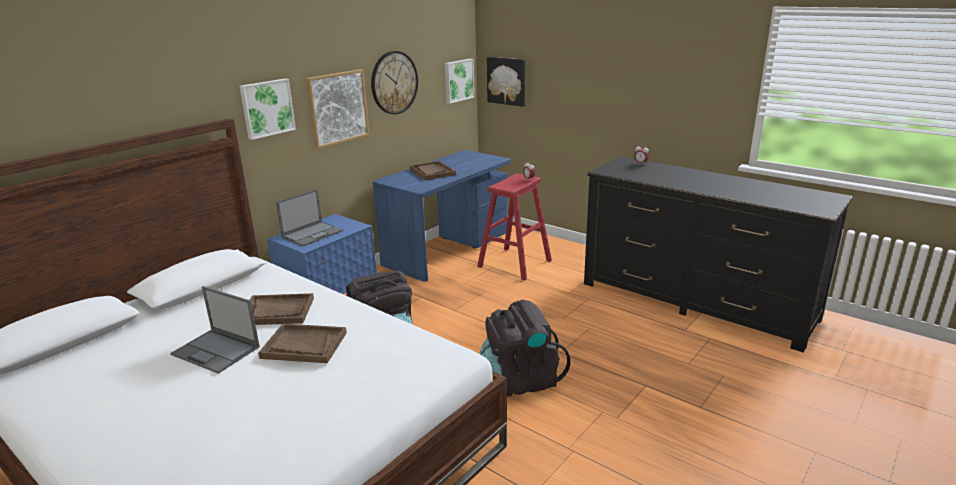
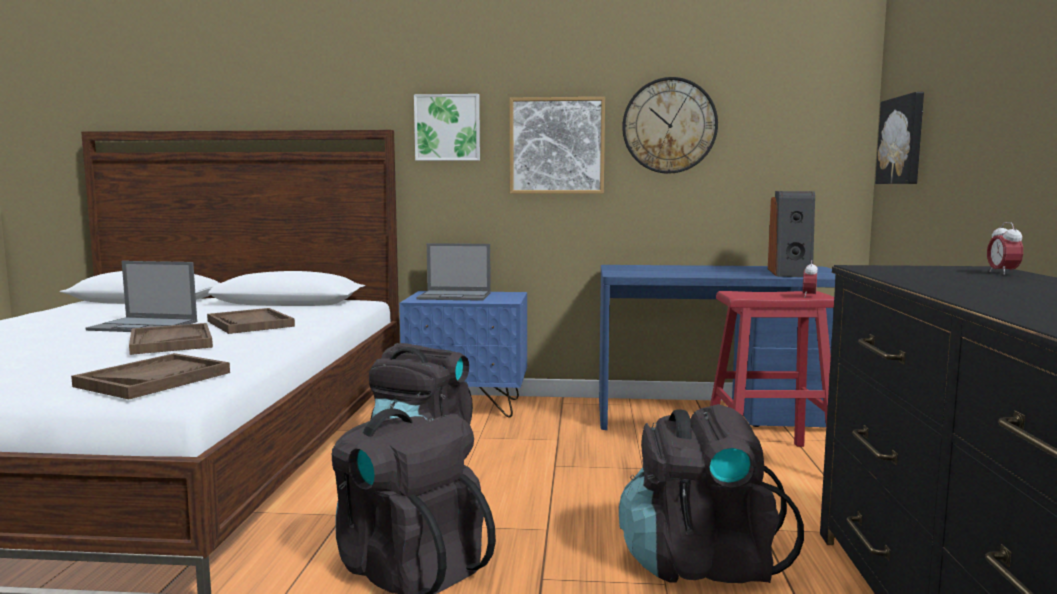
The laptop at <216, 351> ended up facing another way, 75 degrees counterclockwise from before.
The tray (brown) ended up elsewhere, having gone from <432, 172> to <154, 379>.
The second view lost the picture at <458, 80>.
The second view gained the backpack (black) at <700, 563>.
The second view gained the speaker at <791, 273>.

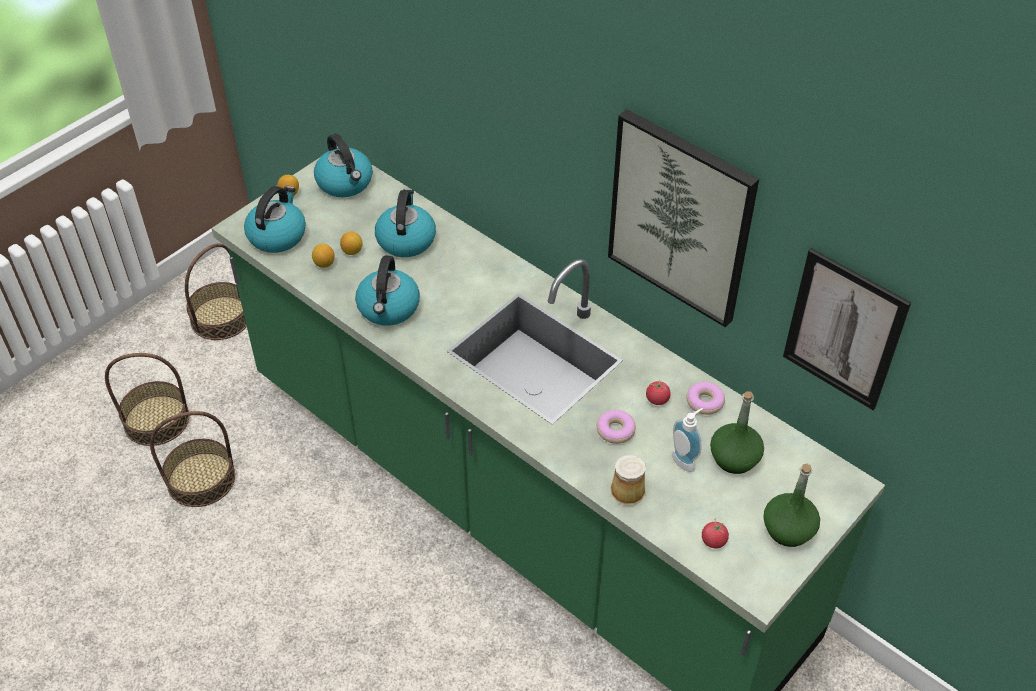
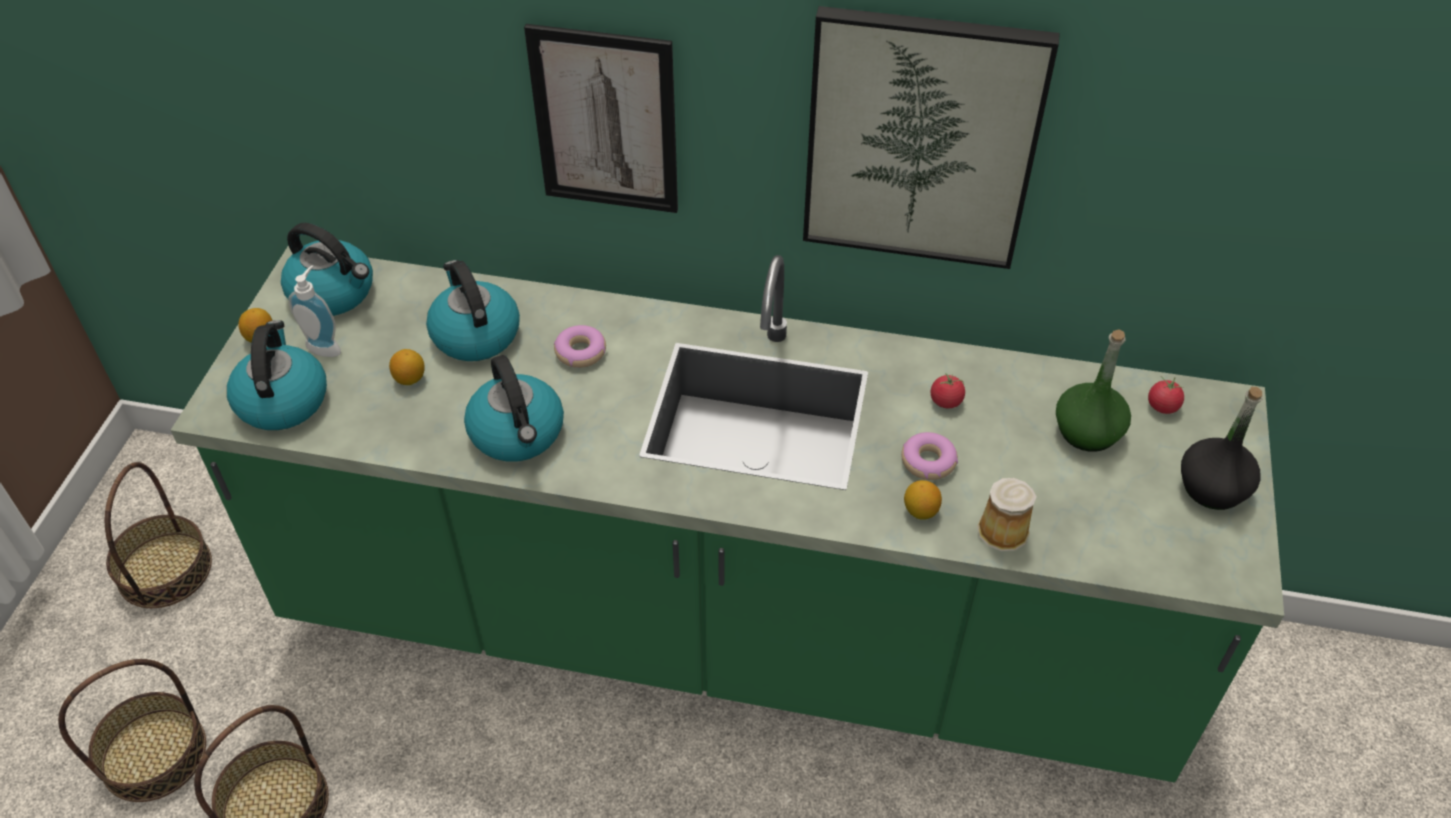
The lemon ended up elsewhere, having gone from <324, 264> to <920, 511>.
The soap dispenser ended up elsewhere, having gone from <686, 460> to <326, 345>.
The donut ended up elsewhere, having gone from <705, 402> to <580, 352>.
The tomato ended up elsewhere, having gone from <713, 541> to <1162, 406>.
What was the bottle (green) at <788, 529> turned into the bottle (black) at <1213, 488>.
The picture ended up elsewhere, having gone from <844, 330> to <605, 121>.

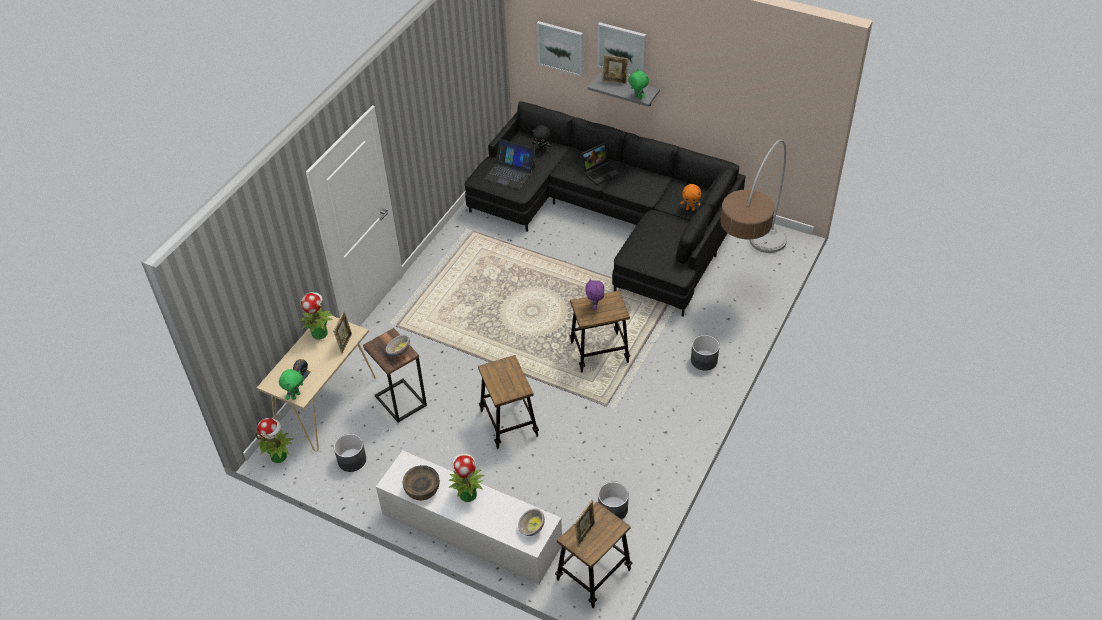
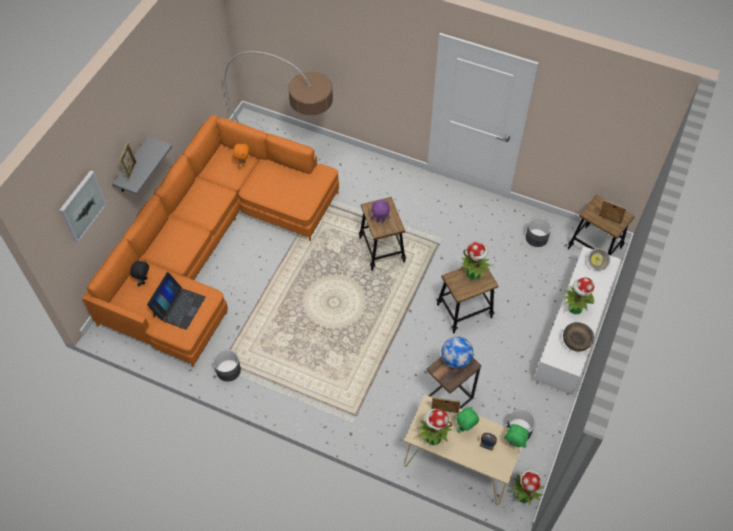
Where the bowl stood at <398, 351>, the globe came to stand at <456, 359>.
What was the sofa (black) at <611, 219> turned into the sofa (orange) at <213, 245>.
The second view lost the laptop at <600, 172>.
The second view lost the picture at <622, 50>.
The plush toy (green) ended up elsewhere, having gone from <637, 97> to <465, 428>.
The planter (grey) ended up elsewhere, having gone from <704, 360> to <228, 370>.
The second view gained the potted plant at <474, 274>.

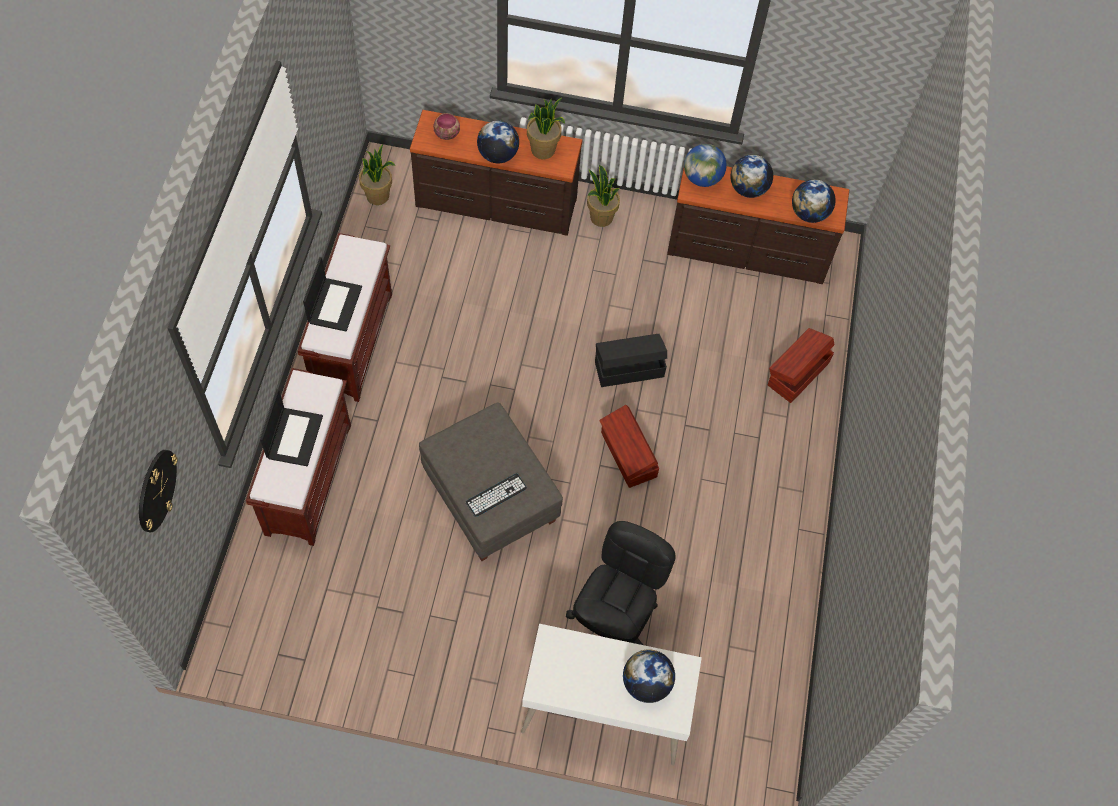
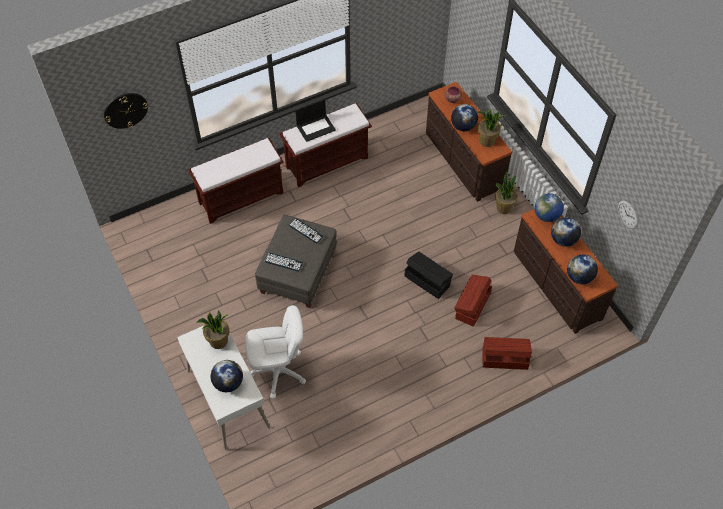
The second view lost the laptop at <294, 436>.
The potted plant ended up elsewhere, having gone from <378, 196> to <218, 341>.
What was the office chair (black) at <613, 623> turned into the office chair (white) at <278, 371>.
The storage box (brown) ended up elsewhere, having gone from <628, 455> to <472, 306>.
The second view gained the keyboard at <306, 231>.
The second view gained the wall clock at <628, 214>.

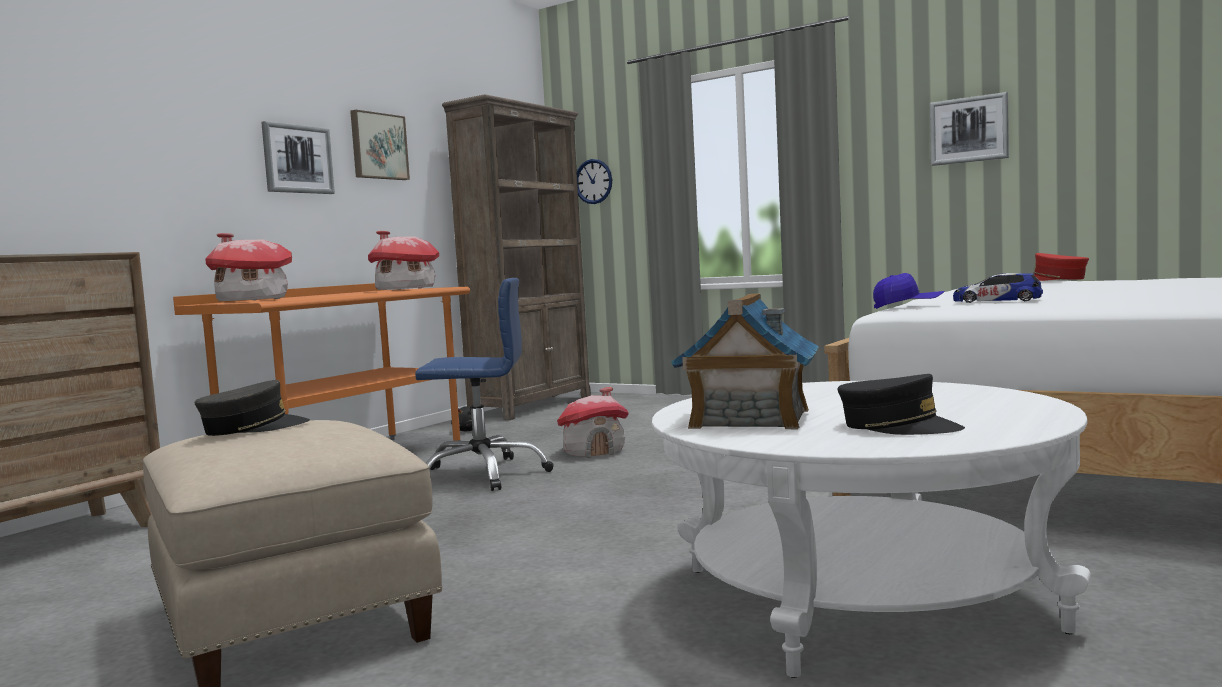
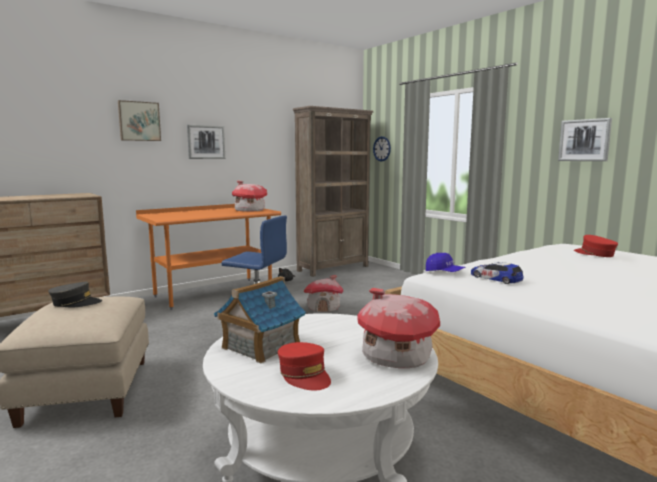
The toy house ended up elsewhere, having gone from <251, 301> to <394, 357>.
The picture ended up elsewhere, having gone from <378, 146> to <139, 121>.
What was the cap (black) at <898, 427> turned into the cap (red) at <304, 375>.

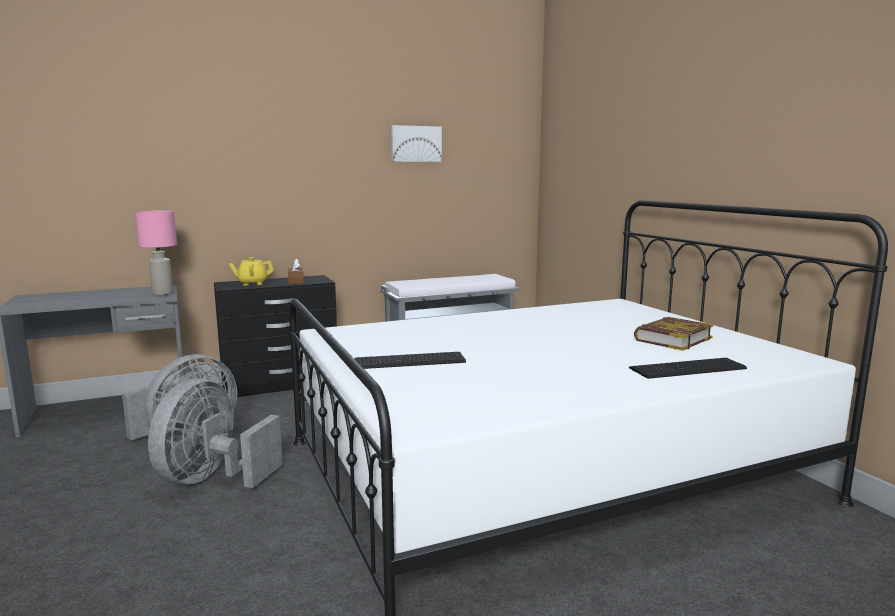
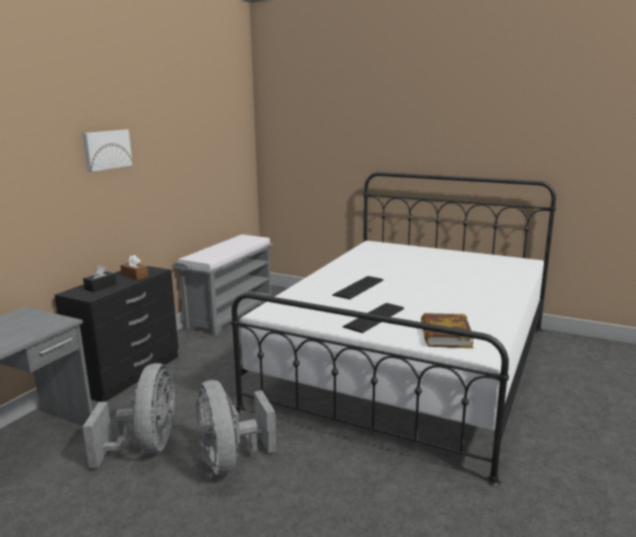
The second view lost the table lamp (pink) at <162, 293>.
Where the teapot (yellow) stood at <252, 283>, the tissue box (black) came to stand at <100, 287>.
The picture ended up elsewhere, having gone from <415, 144> to <106, 149>.
The keyboard ended up elsewhere, having gone from <690, 369> to <360, 287>.
The book ended up elsewhere, having gone from <672, 339> to <445, 335>.

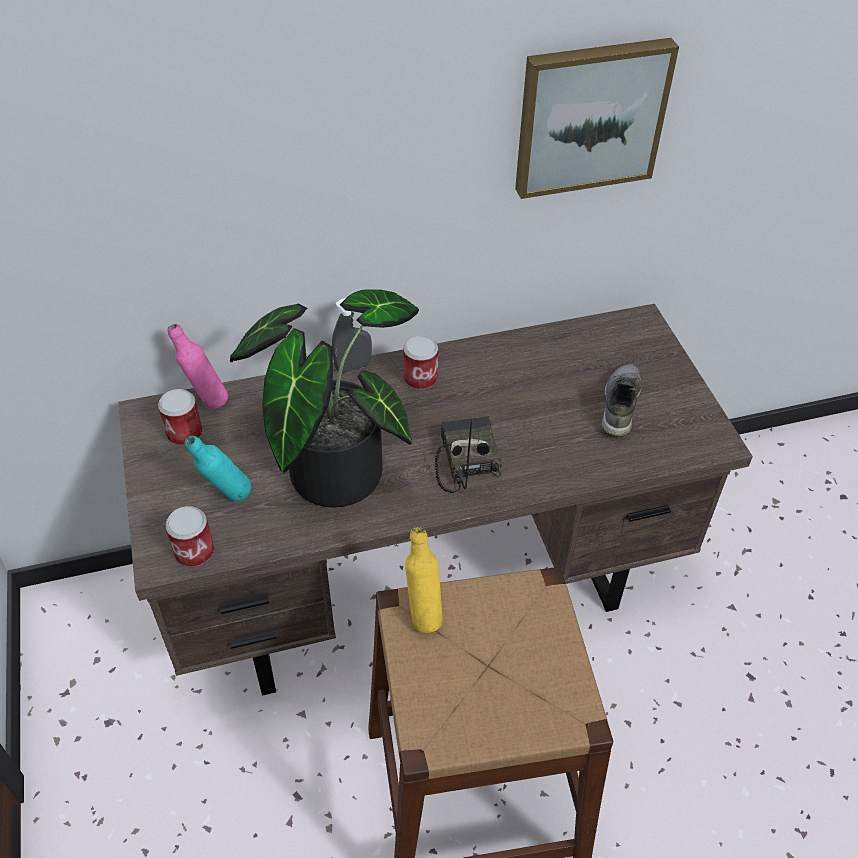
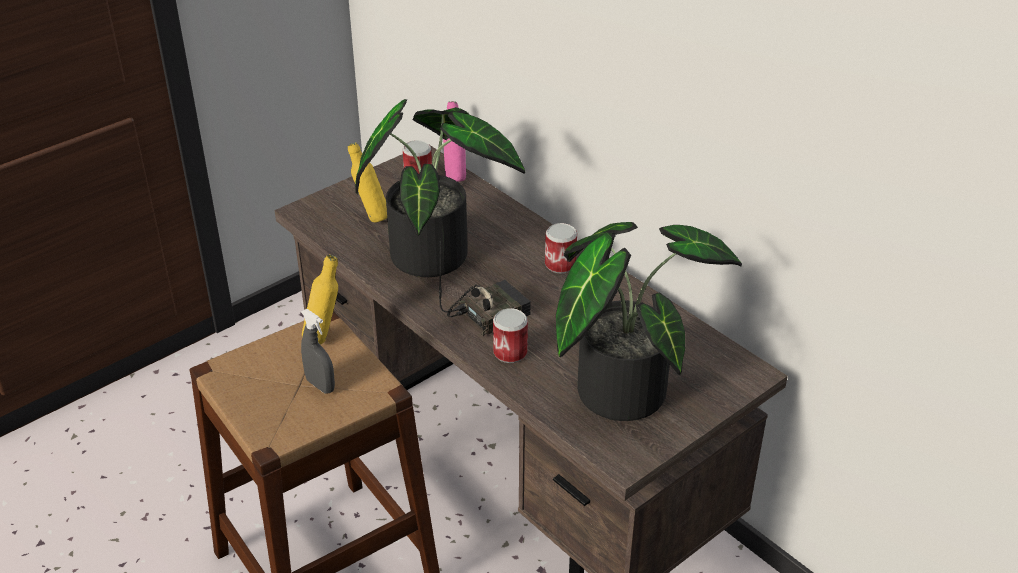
The can ended up elsewhere, having gone from <194, 551> to <510, 352>.
What was the bottle (turquoise) at <227, 499> turned into the bottle (yellow) at <371, 217>.
The spray bottle (grey) ended up elsewhere, having gone from <353, 367> to <320, 385>.
The second view lost the picture at <589, 116>.
Where the shoe (grey) stood at <619, 405>, the potted plant came to stand at <622, 384>.

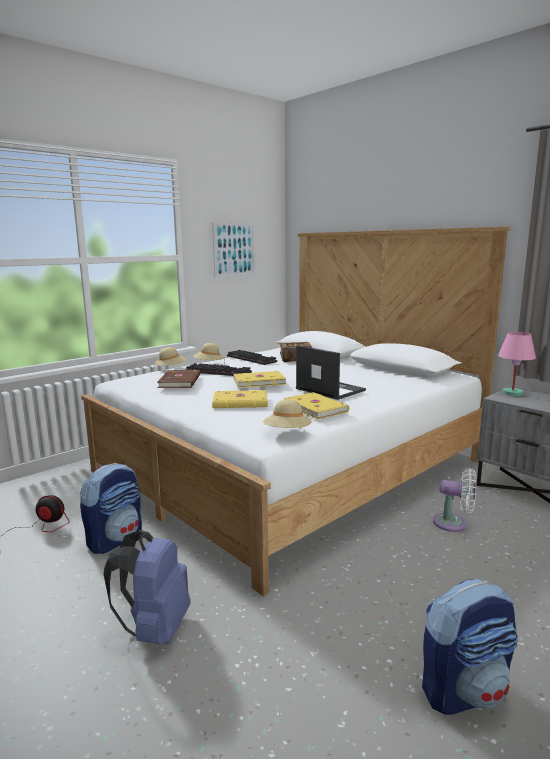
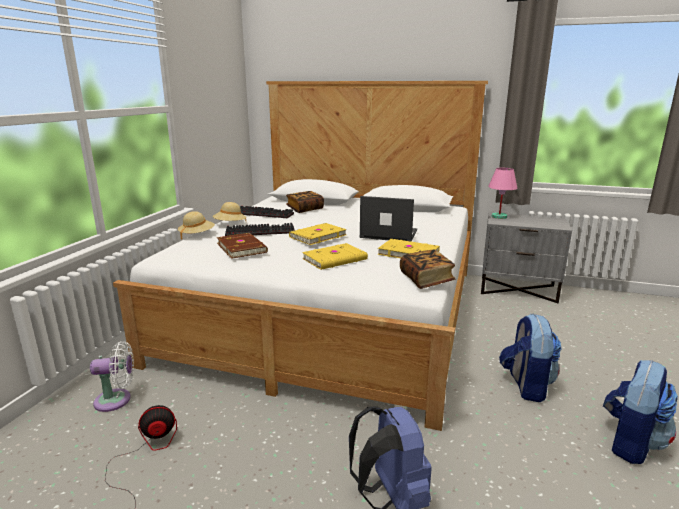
The backpack ended up elsewhere, having gone from <115, 539> to <526, 385>.
The second view lost the picture at <234, 249>.
Where the hat (beige) stood at <287, 433>, the book came to stand at <426, 280>.
The fan (white) ended up elsewhere, having gone from <454, 523> to <116, 400>.

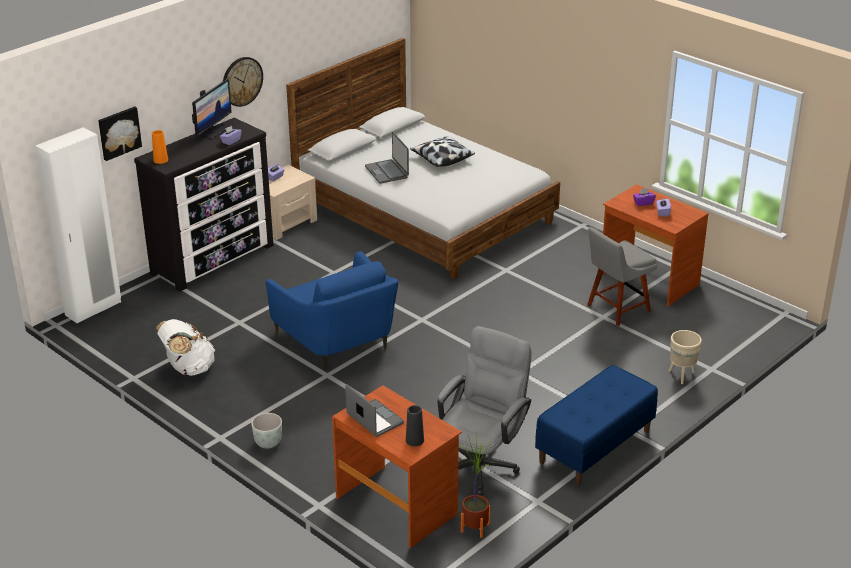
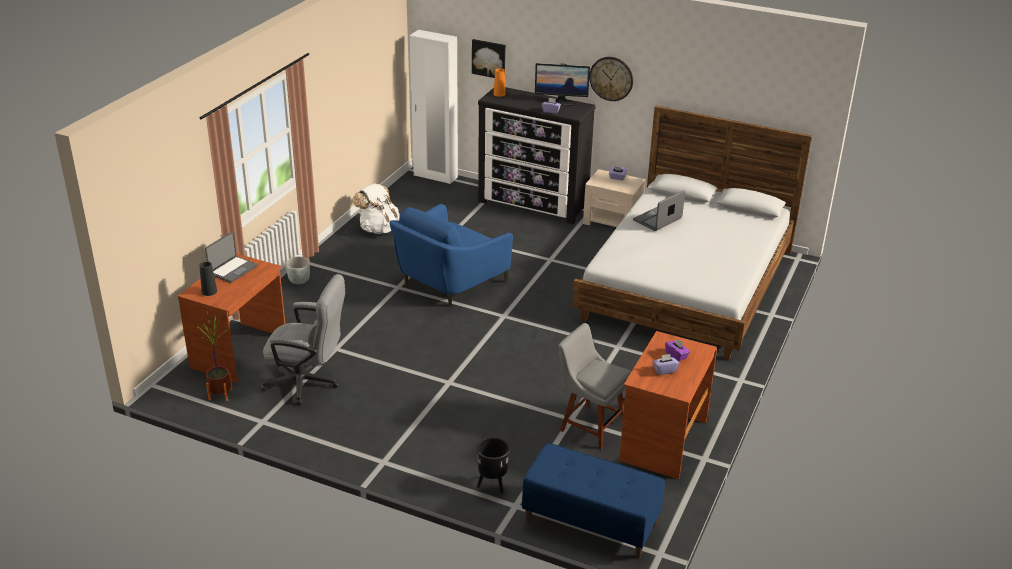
The second view lost the pillow at <441, 159>.
The bench (blue) ended up elsewhere, having gone from <595, 447> to <590, 522>.
What was the planter (beige) at <682, 375> turned into the planter (black) at <492, 485>.

